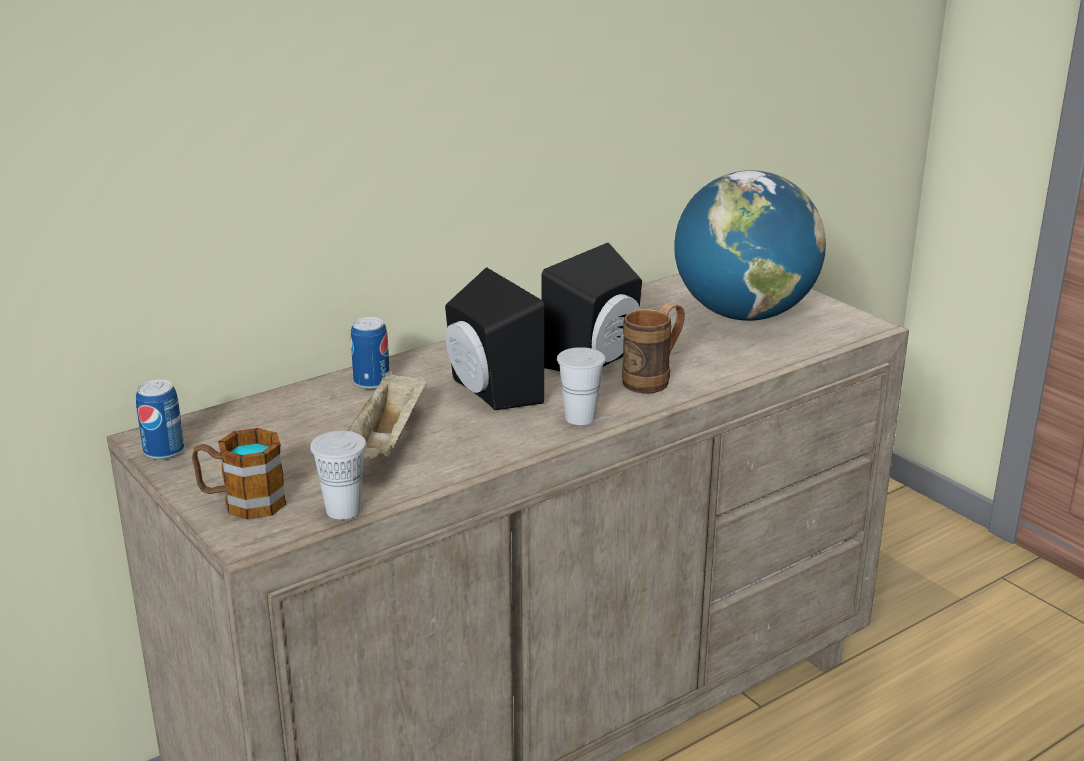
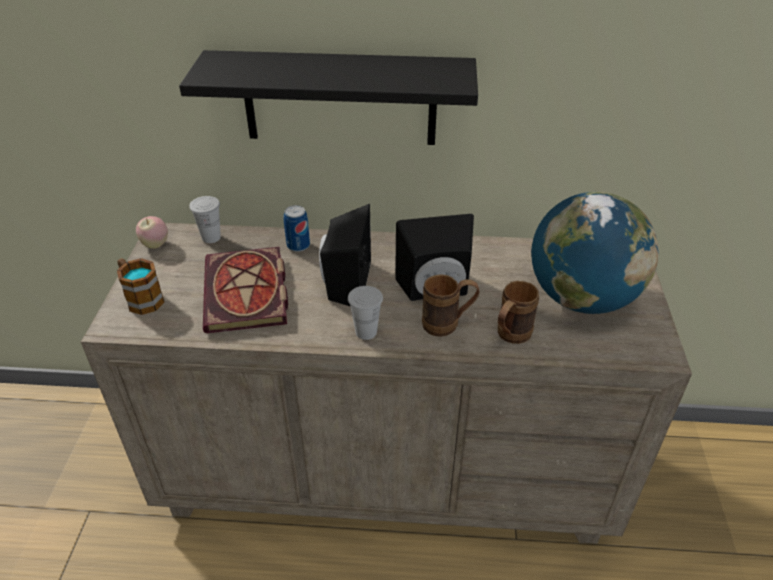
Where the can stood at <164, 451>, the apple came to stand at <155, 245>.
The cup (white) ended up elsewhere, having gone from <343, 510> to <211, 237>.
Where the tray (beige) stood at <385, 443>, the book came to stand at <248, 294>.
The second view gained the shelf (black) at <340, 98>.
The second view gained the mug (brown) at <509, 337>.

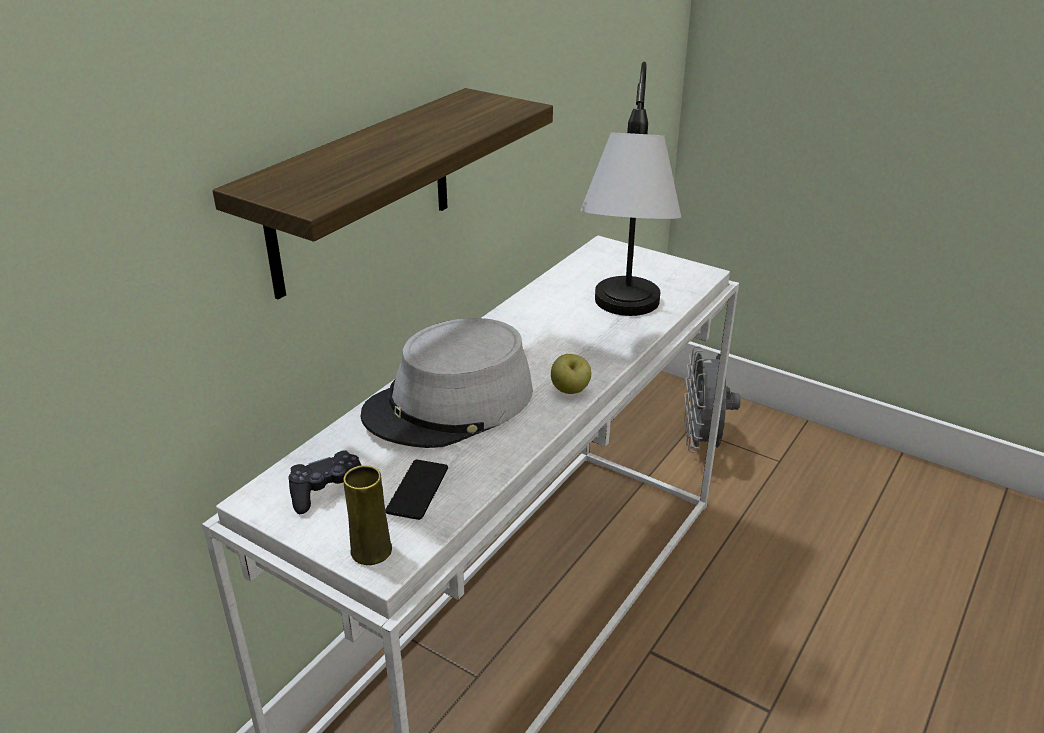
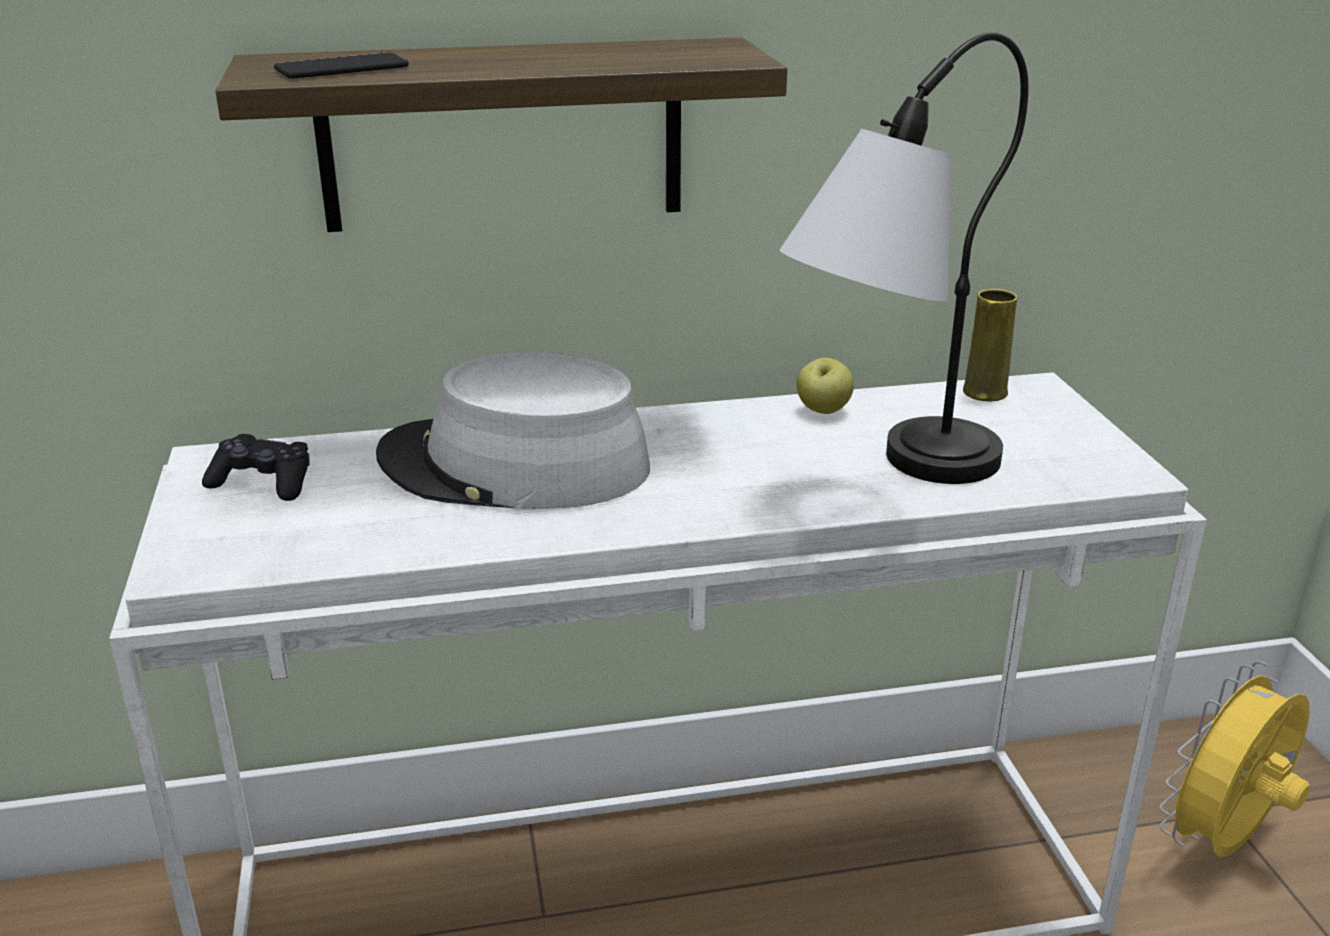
The vase (yellow) ended up elsewhere, having gone from <371, 551> to <985, 392>.
The phone ended up elsewhere, having gone from <417, 490> to <342, 68>.
The apple ended up elsewhere, having gone from <570, 391> to <823, 411>.
What was the fan (grey) at <702, 442> turned into the fan (yellow) at <1222, 843>.

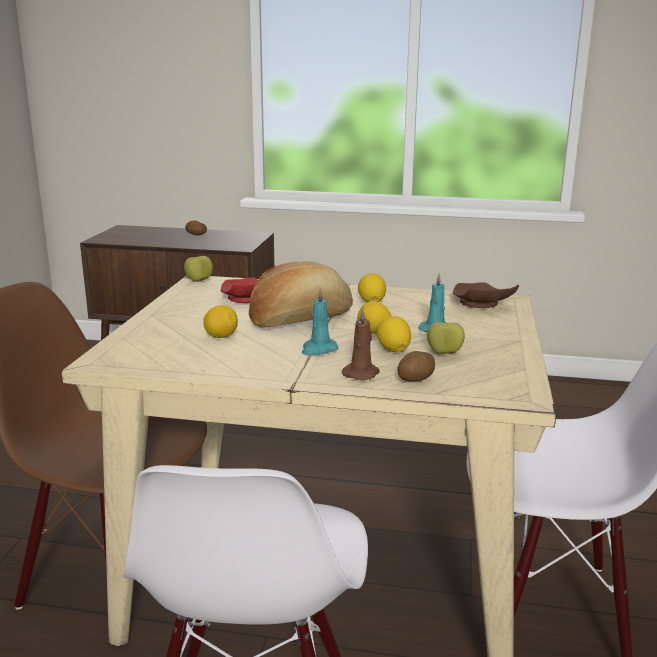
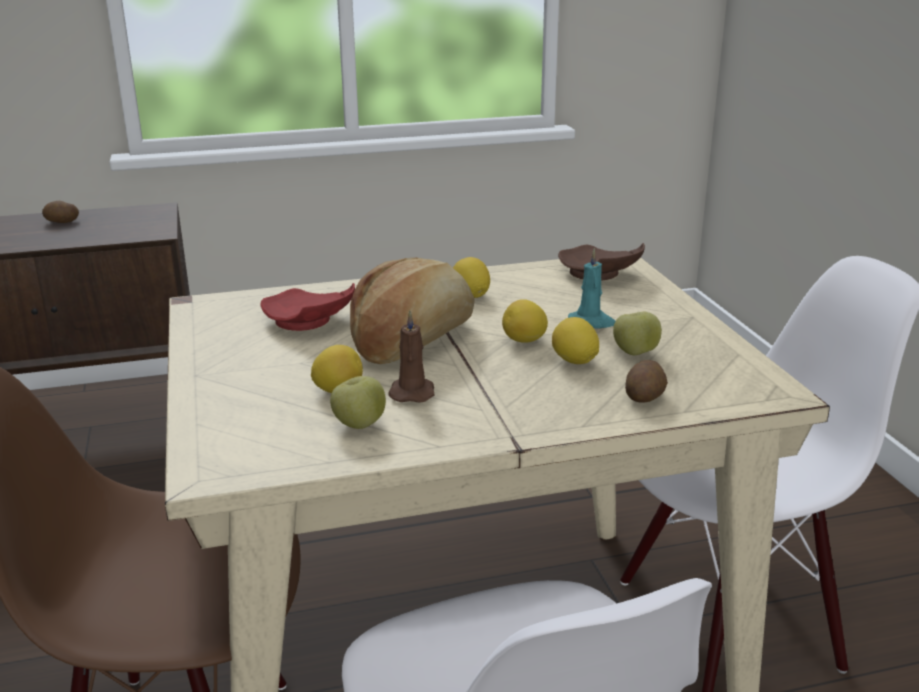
The apple ended up elsewhere, having gone from <199, 281> to <359, 425>.
The second view lost the candle (turquoise) at <318, 349>.
The candle (brown) ended up elsewhere, having gone from <362, 373> to <412, 392>.

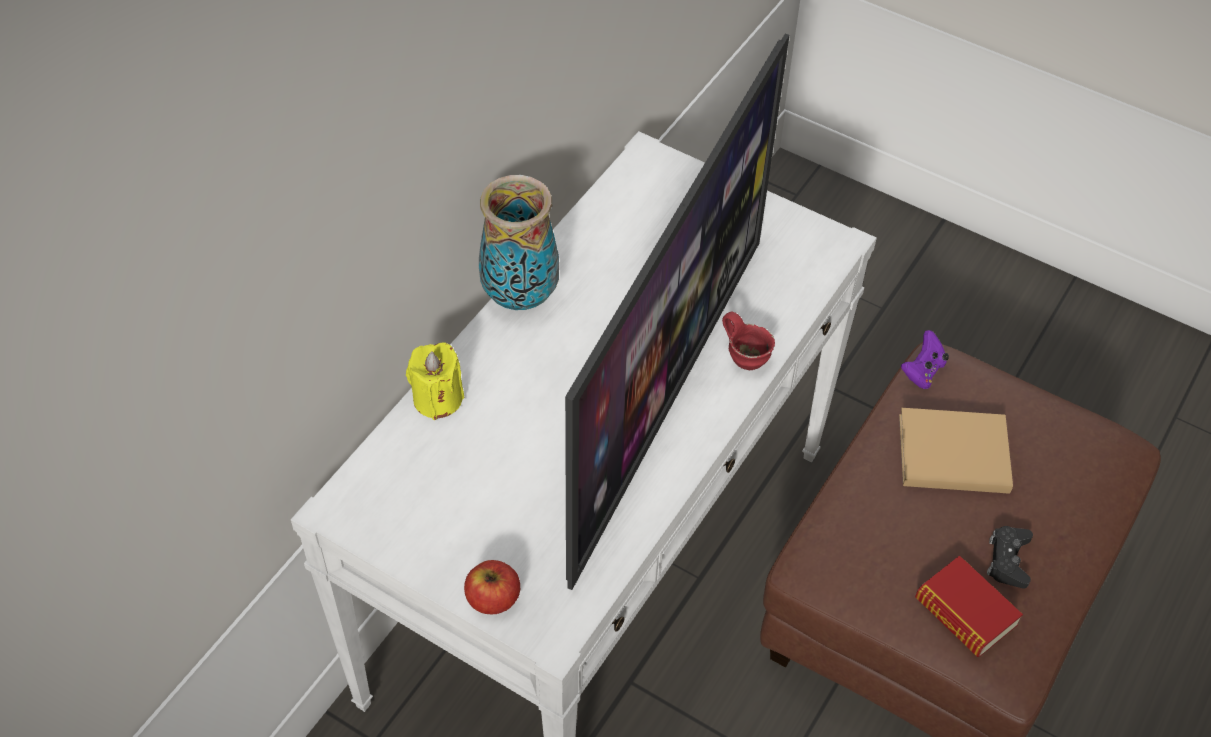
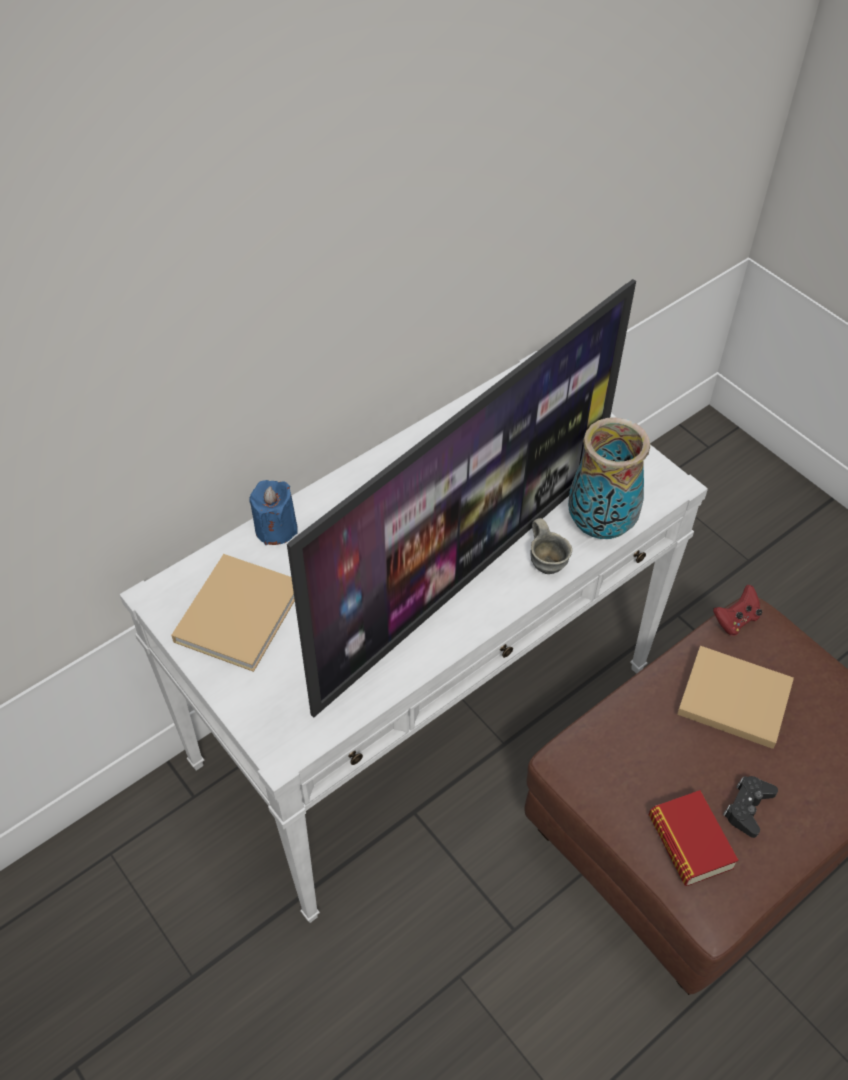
What was the candle (yellow) at <438, 399> turned into the candle (blue) at <276, 529>.
The second view lost the apple at <493, 599>.
The vase ended up elsewhere, having gone from <519, 297> to <599, 526>.
What was the mug (red) at <746, 357> turned into the mug (grey) at <548, 562>.
What was the game controller (purple) at <922, 371> turned into the game controller (red) at <735, 620>.
The second view gained the book (beige) at <240, 611>.

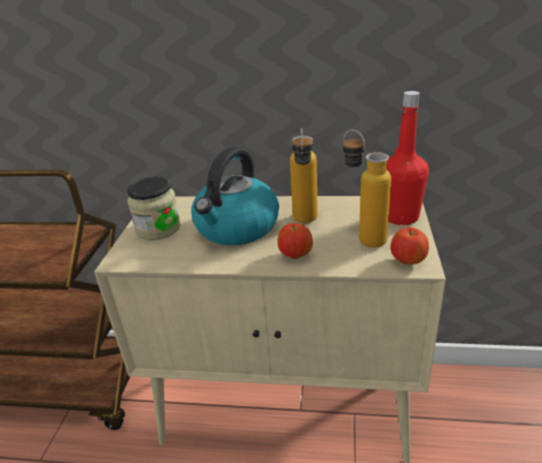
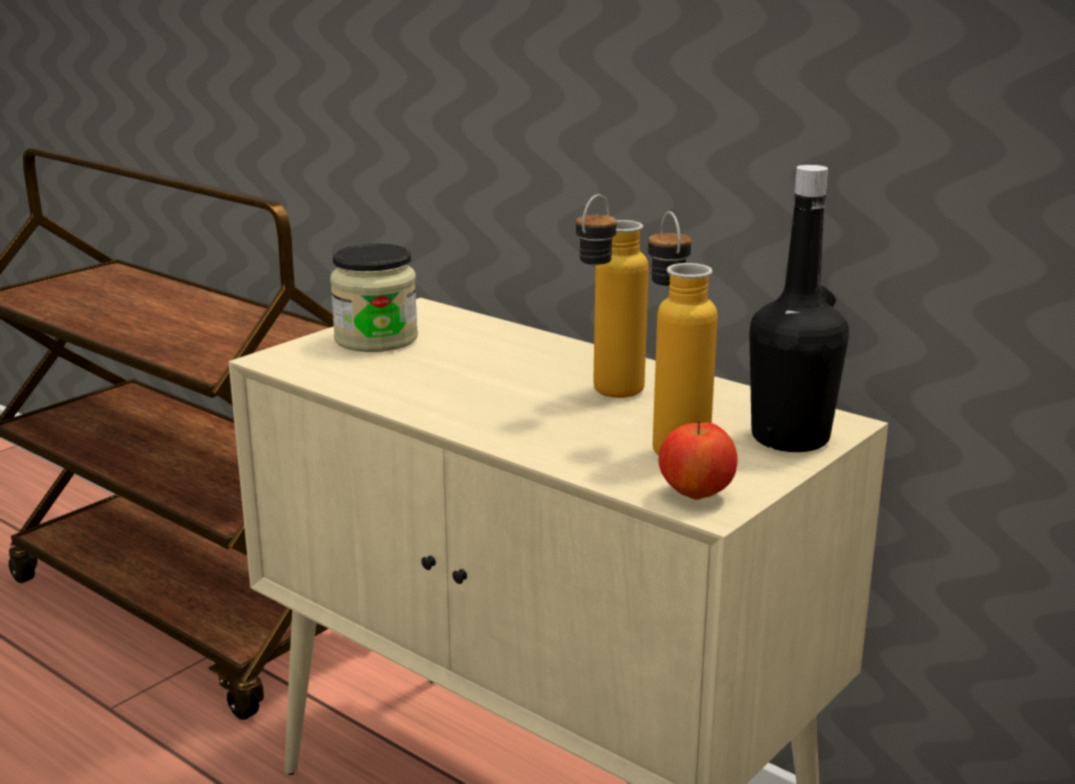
The second view lost the kettle at <236, 228>.
The second view lost the apple at <295, 255>.
What was the bottle (red) at <400, 217> turned into the bottle (black) at <790, 438>.

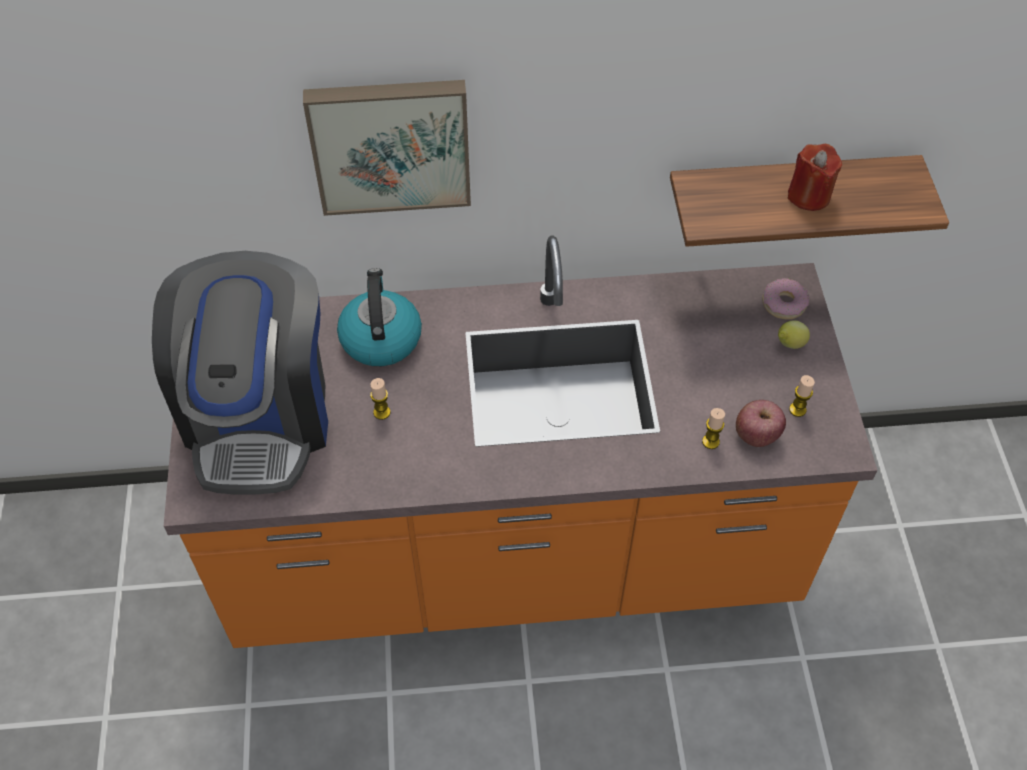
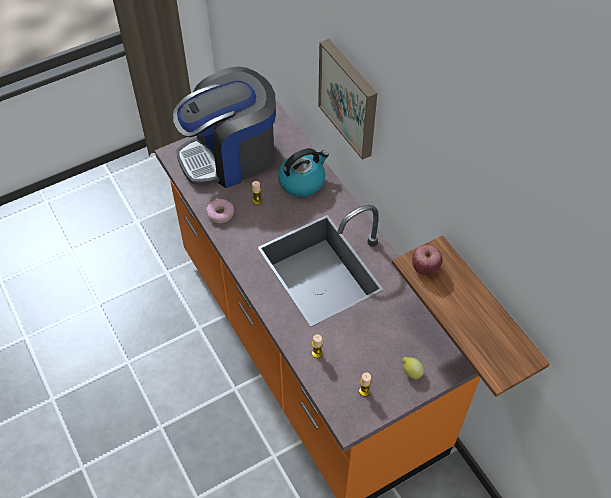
The apple ended up elsewhere, having gone from <756, 435> to <425, 268>.
The donut ended up elsewhere, having gone from <783, 303> to <220, 213>.
The second view lost the candle (red) at <809, 195>.

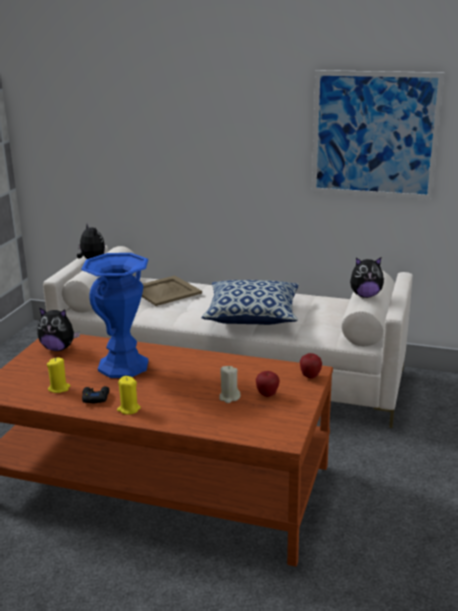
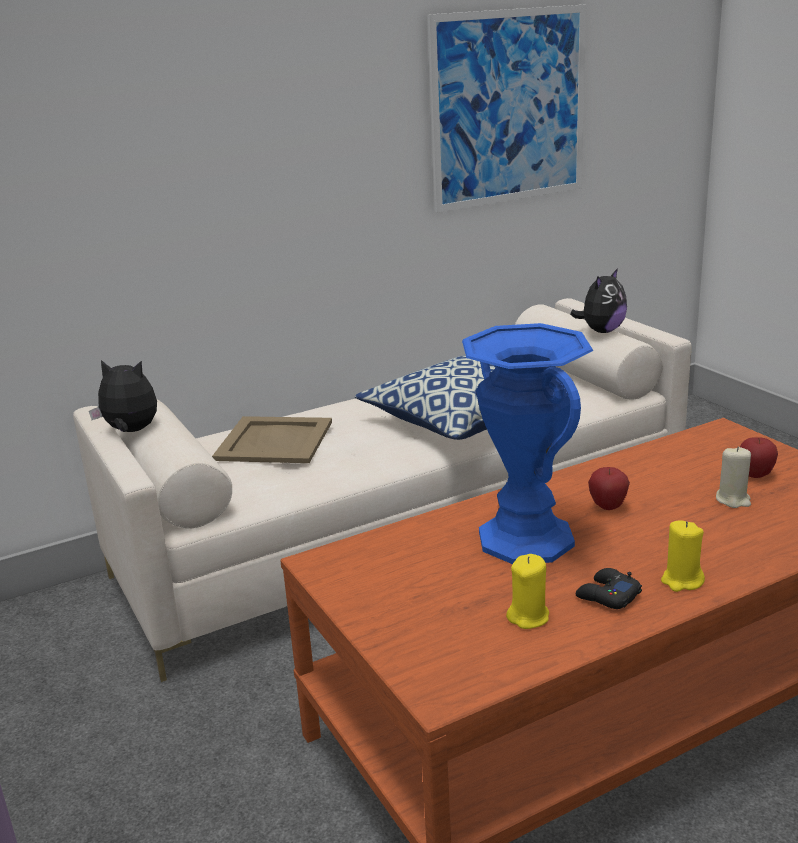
The second view lost the plush toy at <58, 348>.
The apple ended up elsewhere, having gone from <310, 376> to <608, 507>.

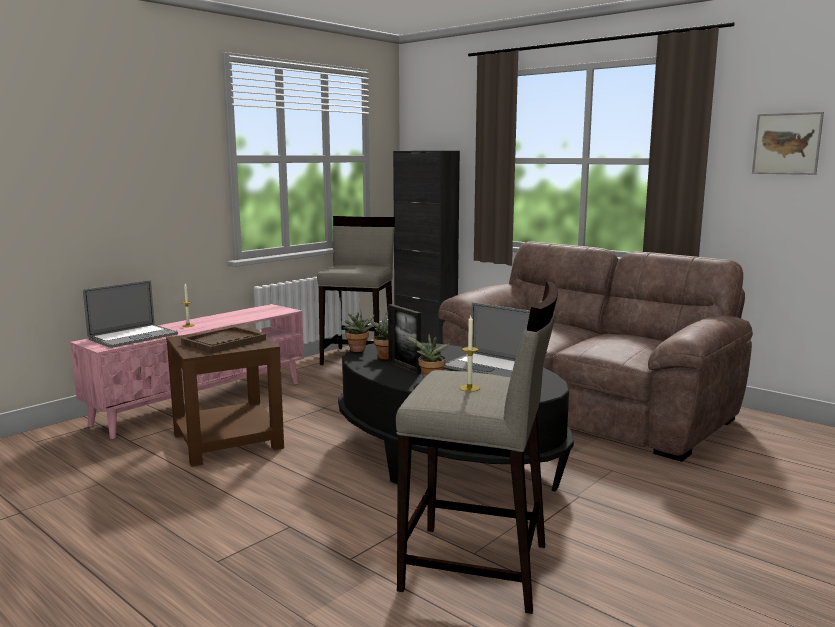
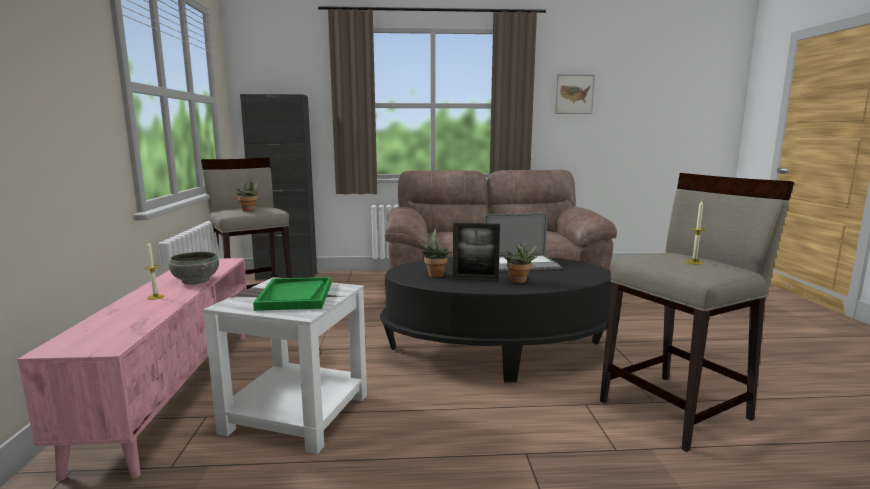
The second view lost the laptop at <133, 337>.
What was the side table (brown) at <226, 440> turned into the side table (white) at <294, 414>.
What was the tray (brown) at <224, 342> turned into the tray (green) at <295, 296>.
The potted plant ended up elsewhere, having gone from <358, 350> to <249, 210>.
The second view gained the bowl (grey) at <195, 281>.

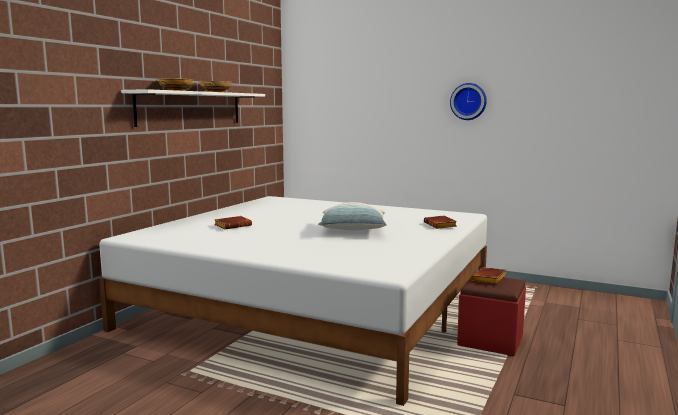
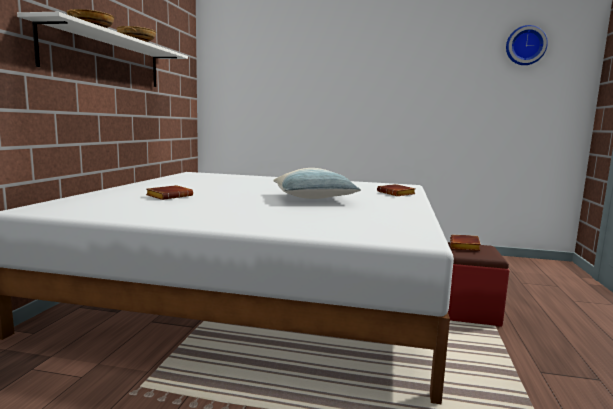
The wall clock ended up elsewhere, having gone from <468, 101> to <525, 46>.

